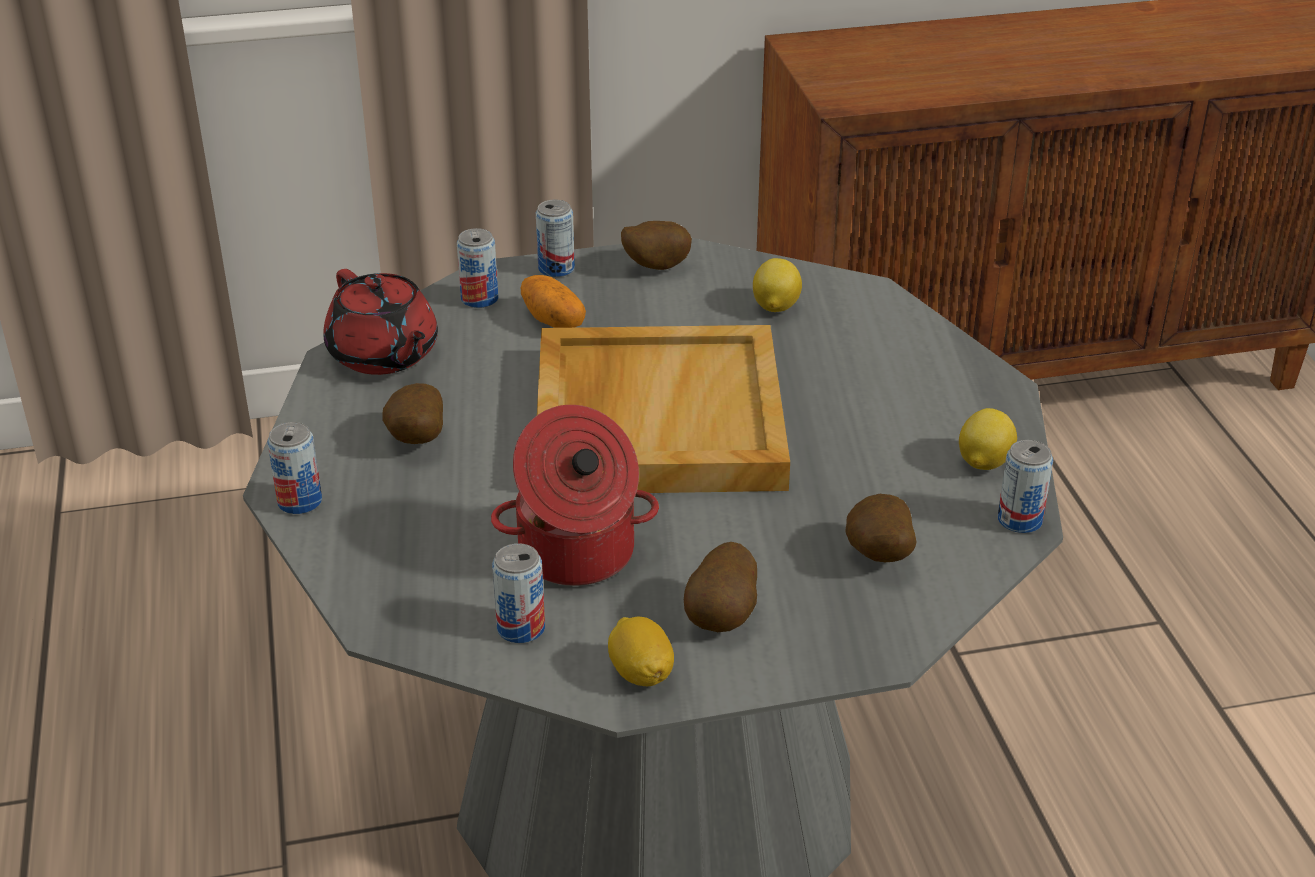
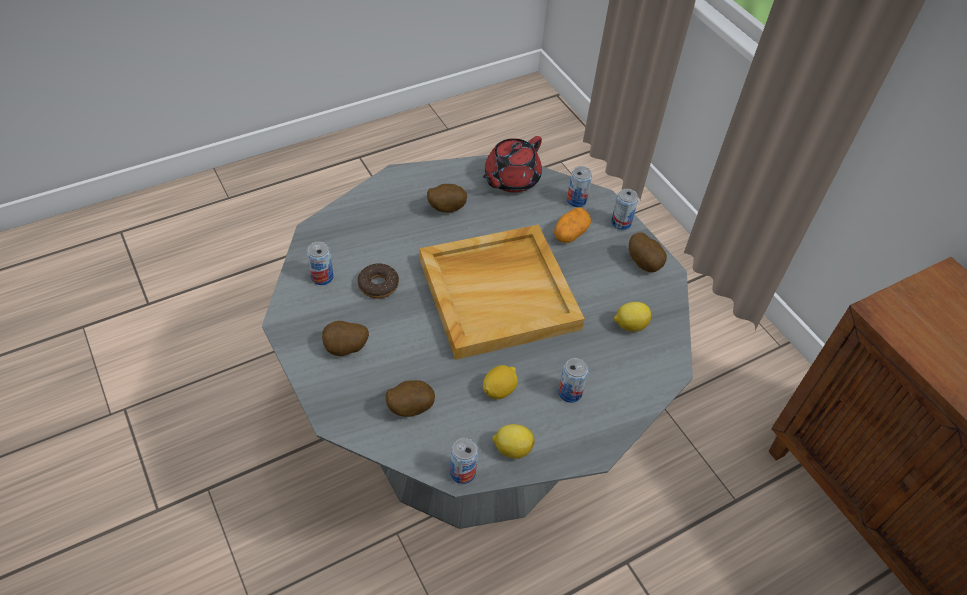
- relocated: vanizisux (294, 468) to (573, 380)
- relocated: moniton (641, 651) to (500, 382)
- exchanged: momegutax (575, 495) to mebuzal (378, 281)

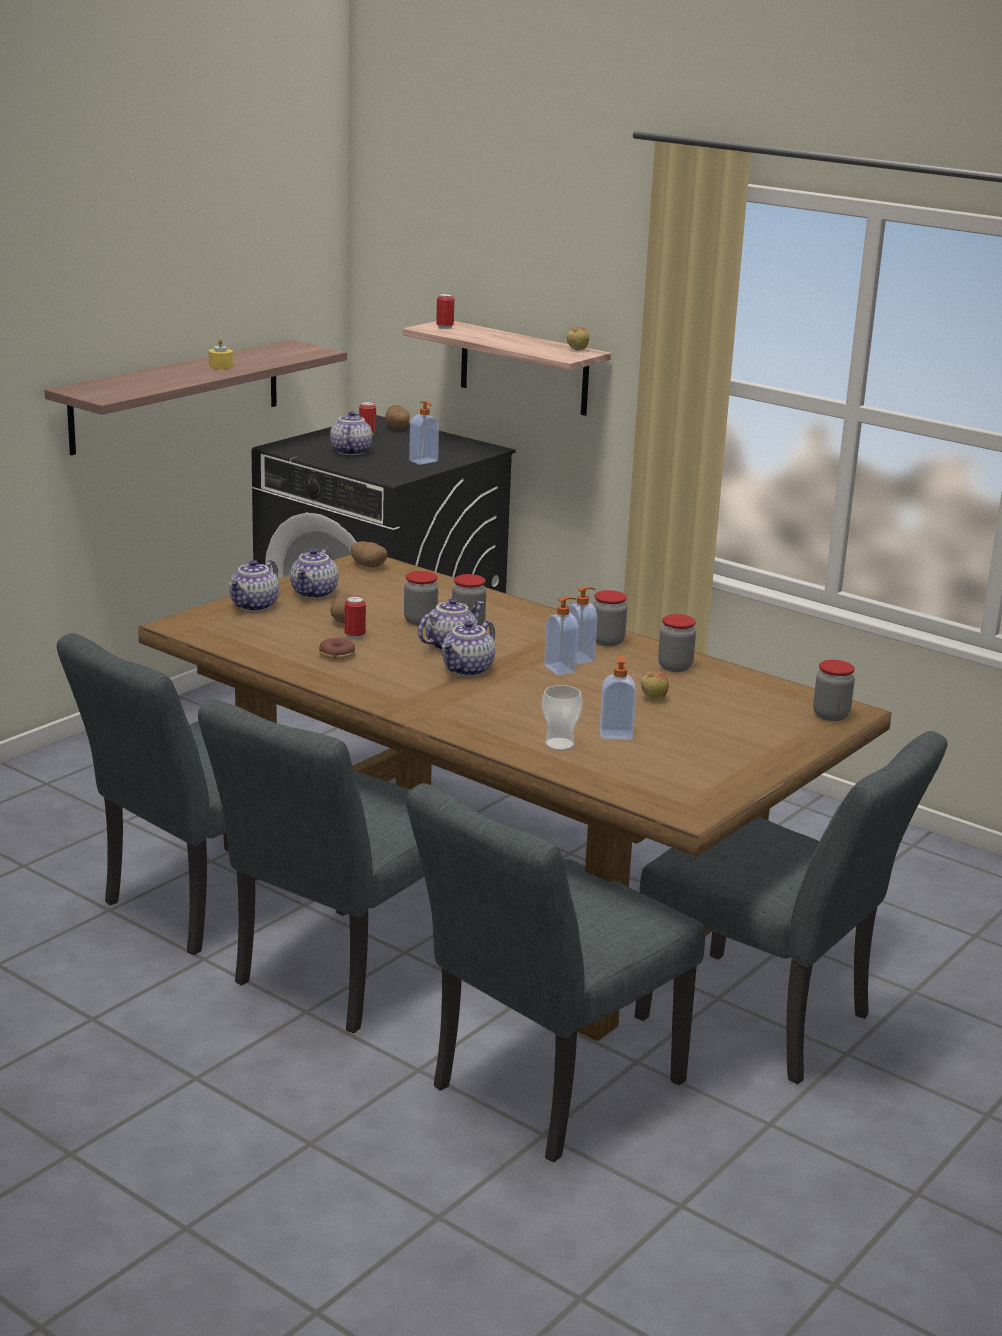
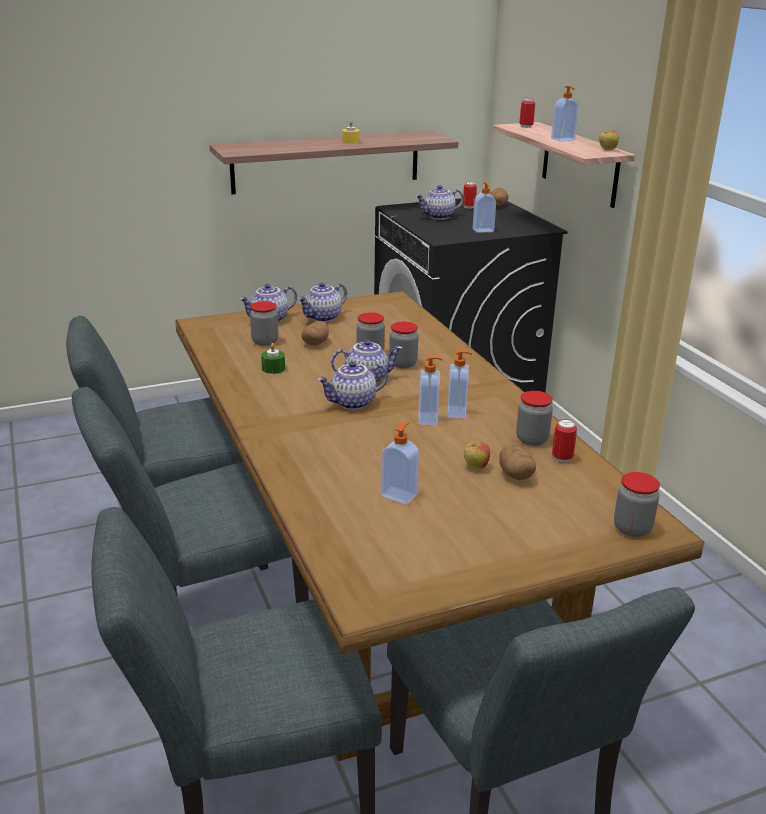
- missing: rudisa (562, 718)
- appeared: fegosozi (565, 114)
- relocated: vanizisux (355, 618) to (564, 441)
- relocated: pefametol (369, 554) to (517, 462)
- relocated: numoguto (610, 618) to (264, 323)
- exchanged: mebuzal (337, 648) to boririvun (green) (273, 358)
- spun: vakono (351, 433) = (439, 202) 150 degrees counterclockwise

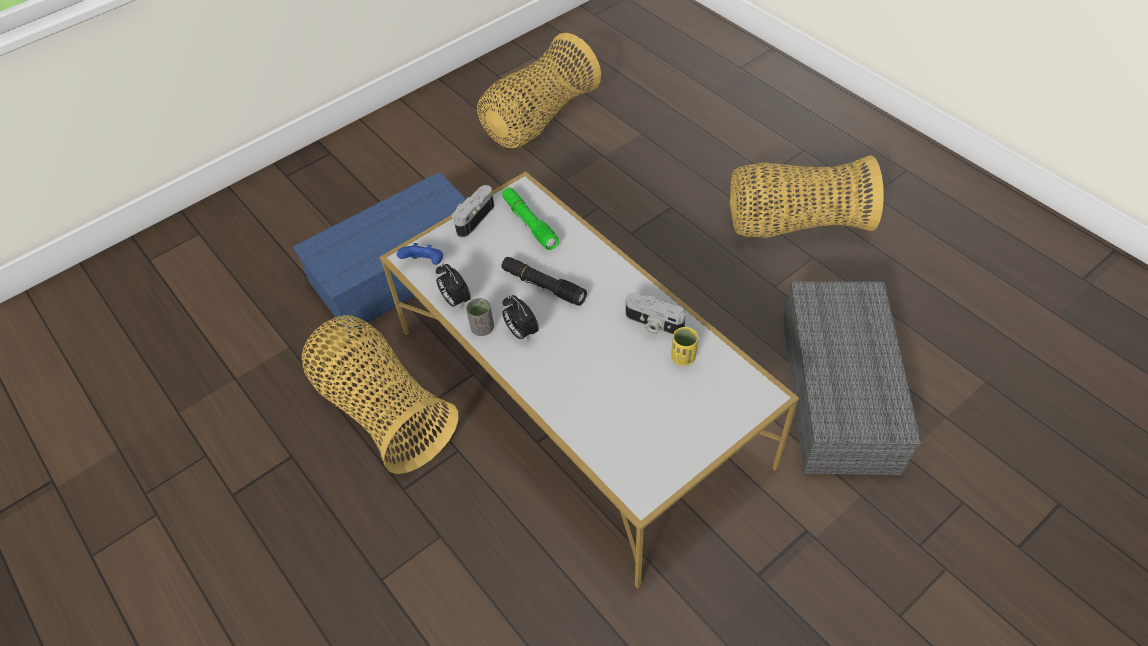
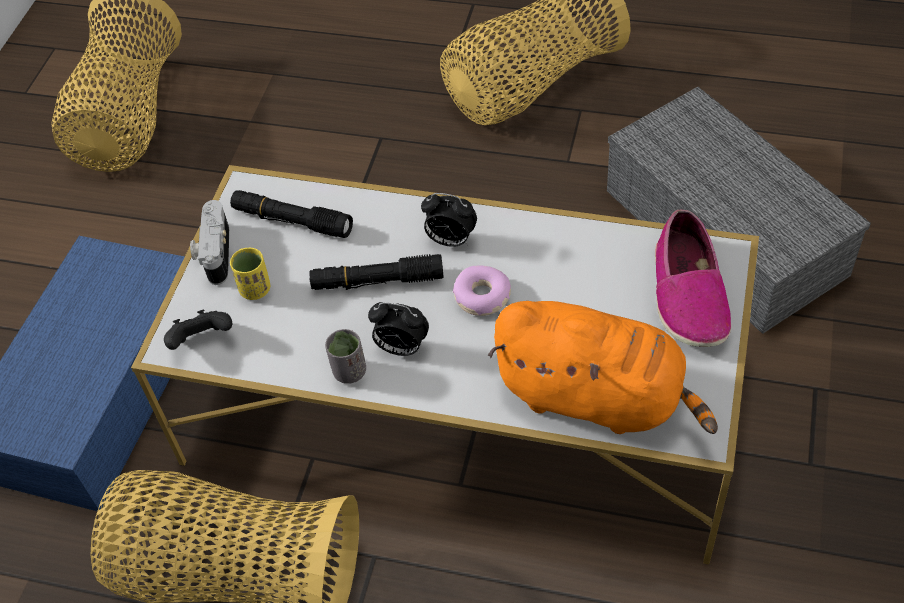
- missing: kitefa (656, 314)
- appeared: mebuzal (482, 291)
- appeared: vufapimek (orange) (603, 367)
- appeared: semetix (693, 278)
- relocated: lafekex (453, 287) to (449, 220)
- relocated: rudisa (yellow) (684, 346) to (250, 274)
- colour: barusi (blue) (420, 254) to barusi (black) (198, 329)
- colour: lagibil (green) (530, 218) to lagibil (black) (291, 214)

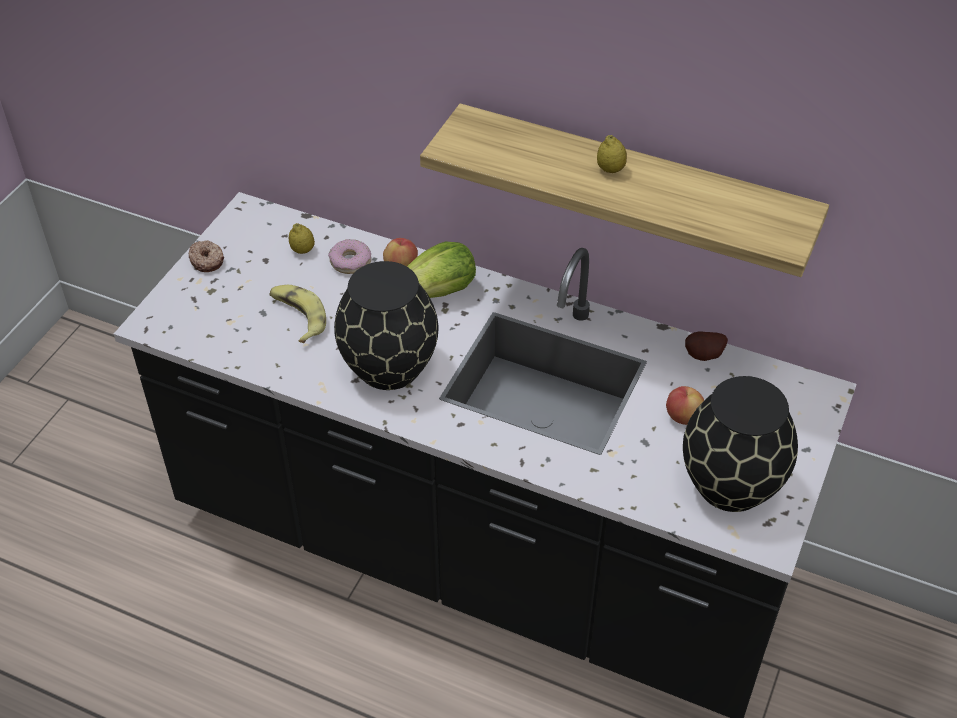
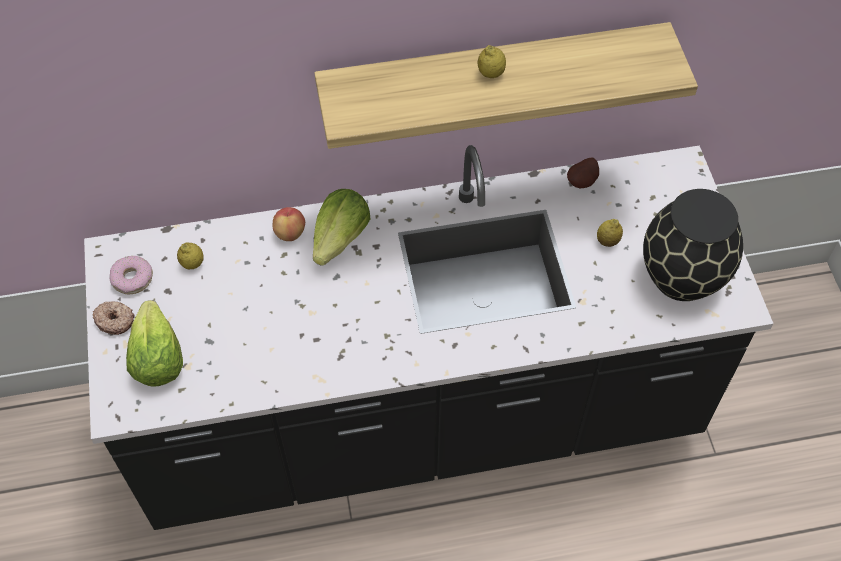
- missing: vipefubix (297, 314)
- missing: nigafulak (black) (386, 325)
- appeared: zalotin (154, 343)
- relocated: mebuzal (349, 256) to (131, 275)
- exchanged: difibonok (685, 405) to moniton (610, 233)

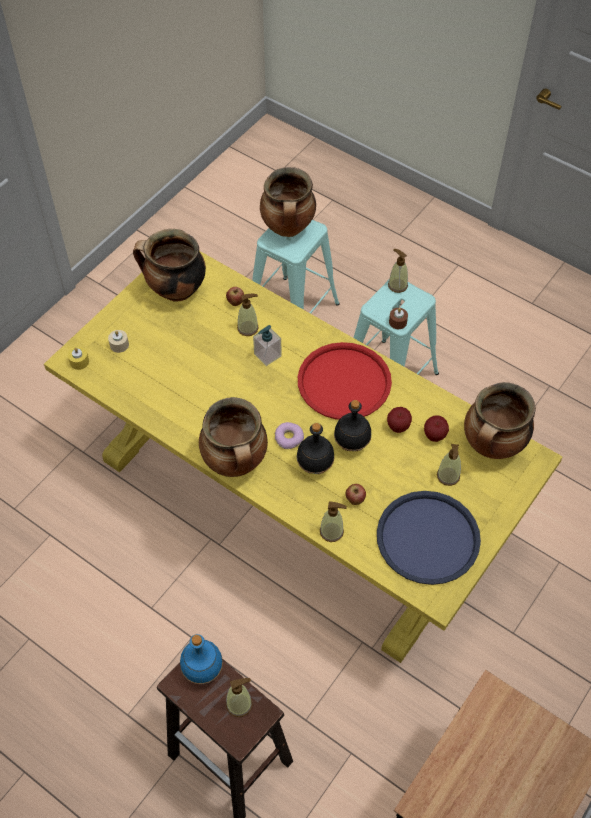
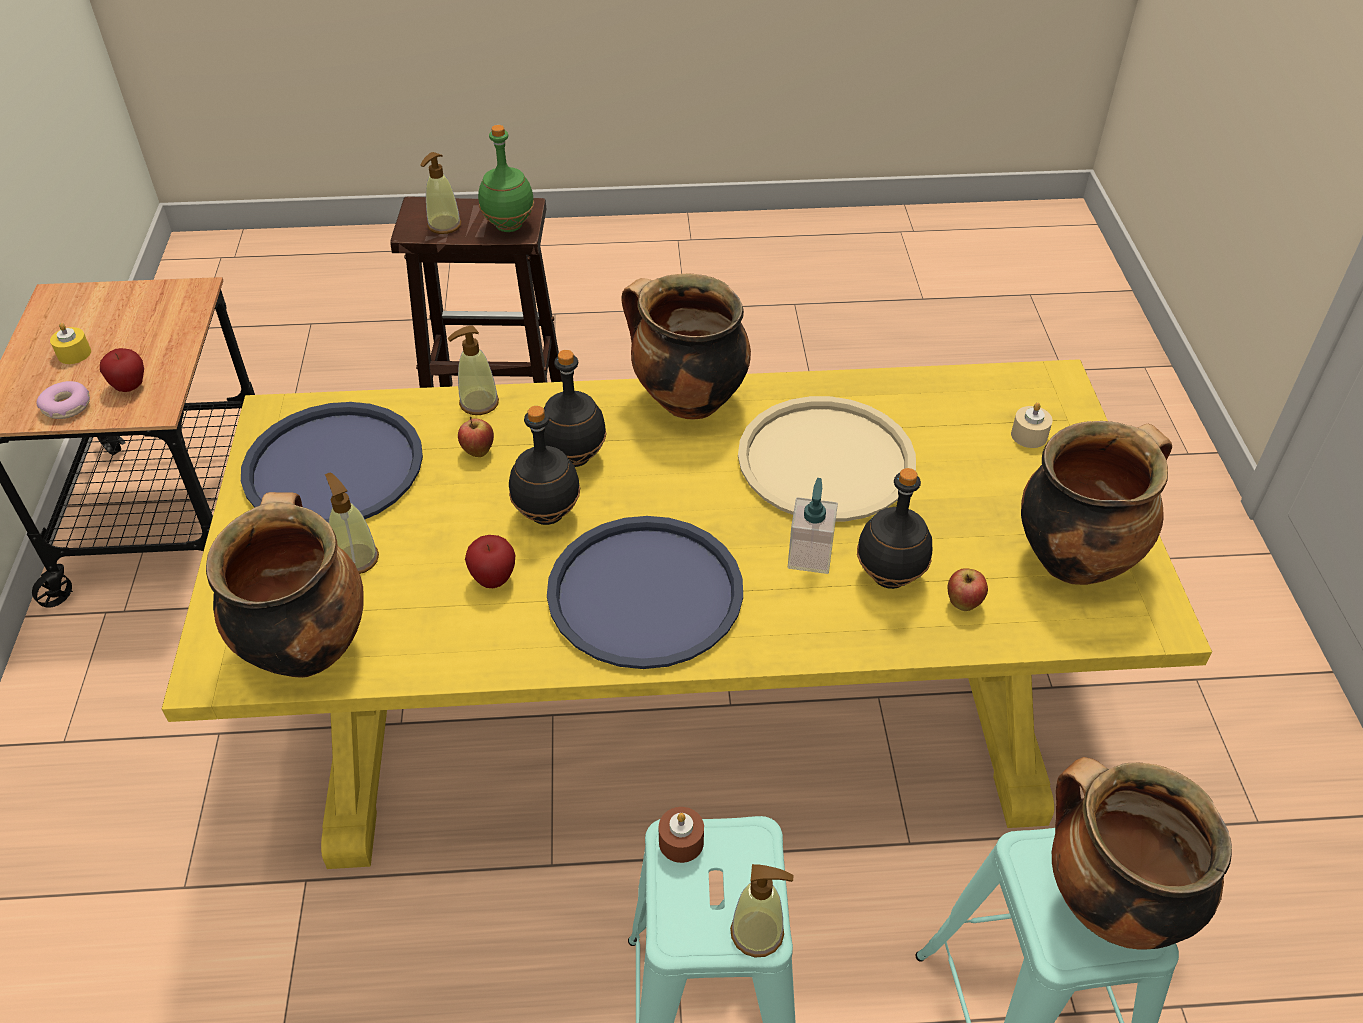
- appeared: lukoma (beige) (827, 459)
- relocated: boririvun (yellow) (78, 358) to (70, 343)
- relocated: mebuzal (289, 435) to (63, 400)
- relocated: difibonok (436, 429) to (122, 370)
- exchanged: fegosozi (248, 315) to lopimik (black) (894, 528)
- colour: lopimik (blue) (201, 659) to lopimik (green) (506, 178)
- colour: lukoma (red) (345, 381) to lukoma (blue) (645, 592)

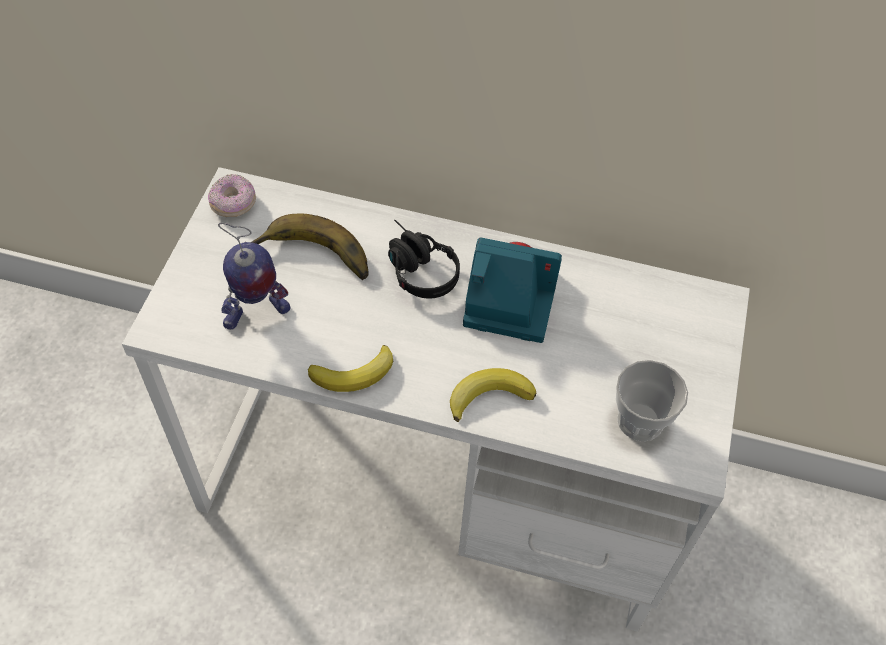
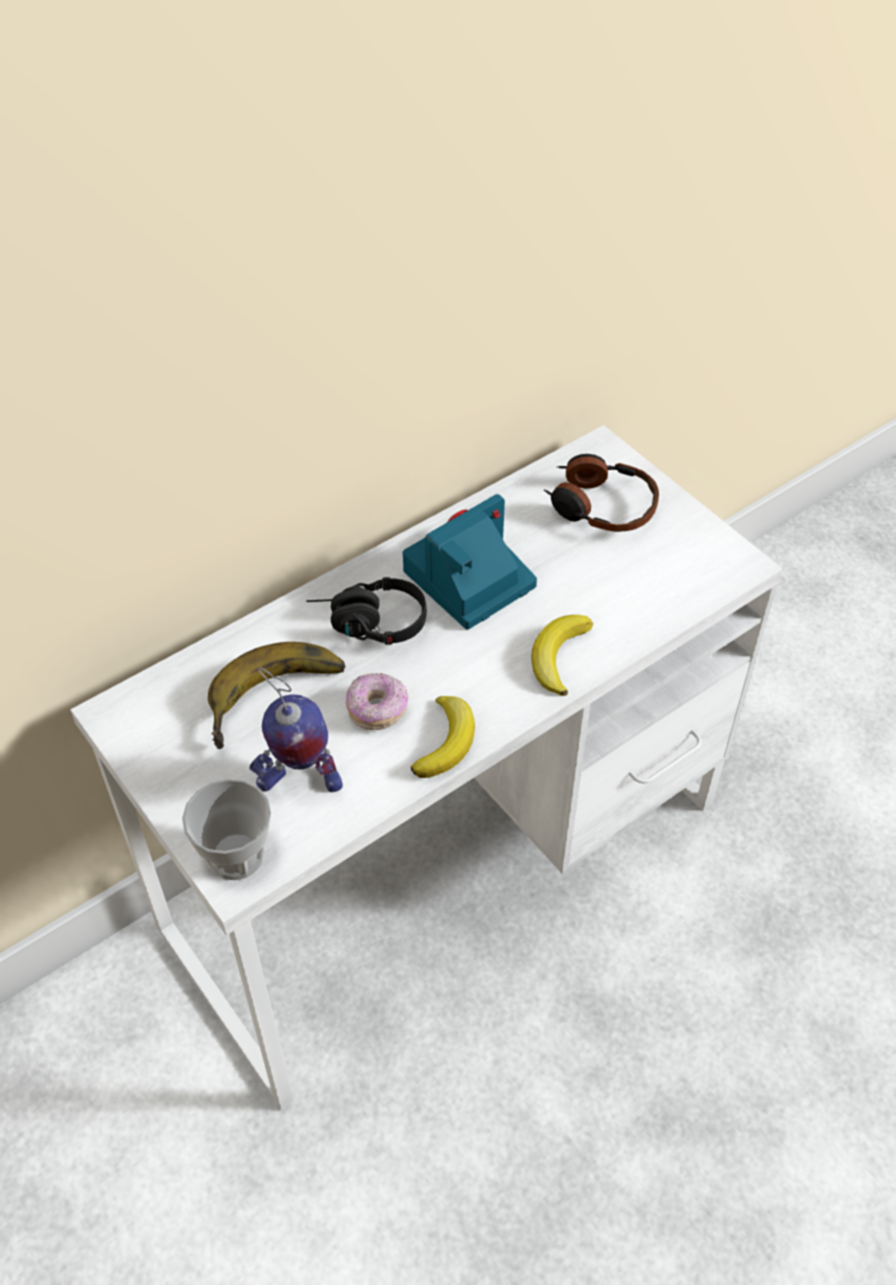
- appeared: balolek (601, 493)
- relocated: mebuzal (232, 195) to (377, 701)
- relocated: rudisa (652, 400) to (226, 829)
- spun: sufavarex (254, 276) = (296, 729) 75 degrees clockwise

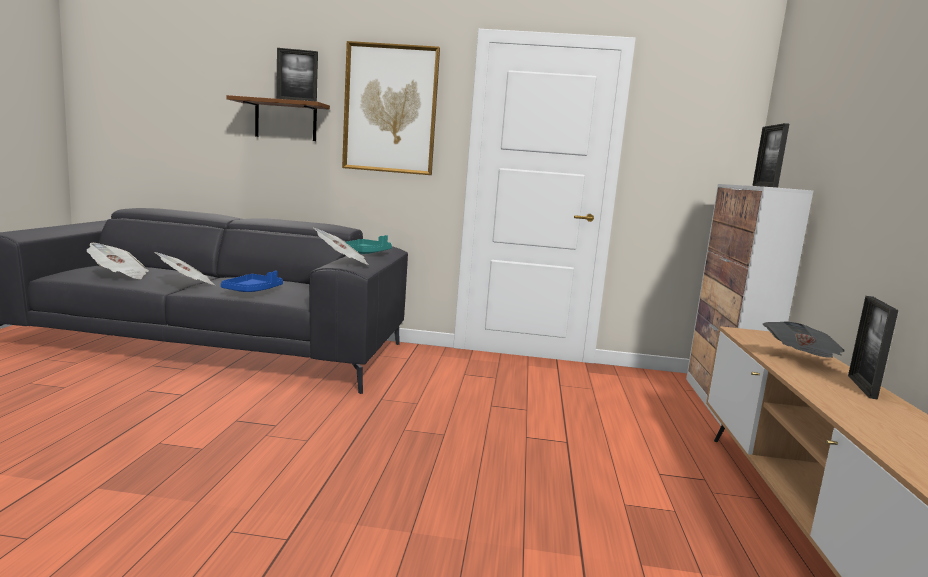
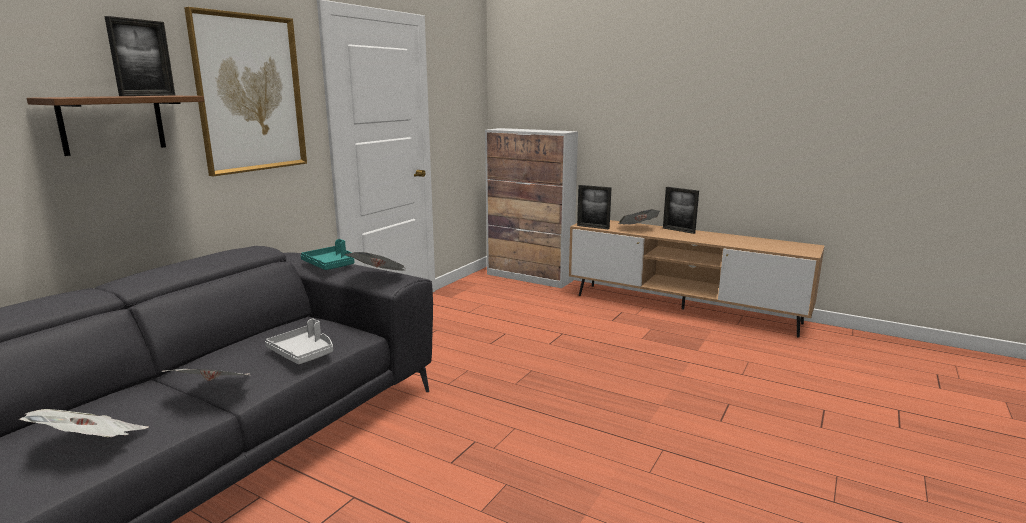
- relocated: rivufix (770, 155) to (594, 207)
- colour: lukoma (blue) (252, 281) to lukoma (grey) (299, 342)

